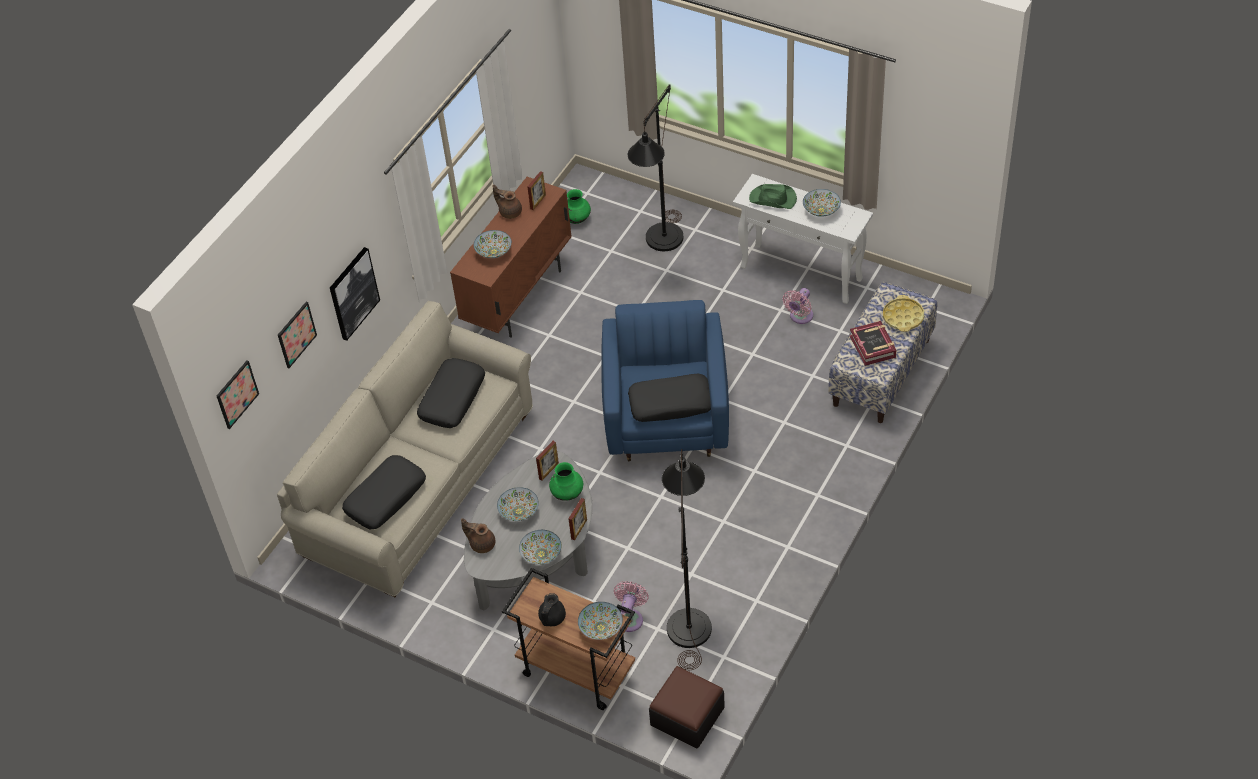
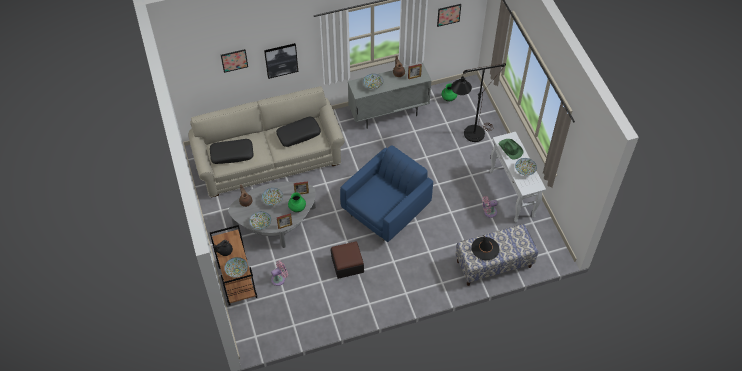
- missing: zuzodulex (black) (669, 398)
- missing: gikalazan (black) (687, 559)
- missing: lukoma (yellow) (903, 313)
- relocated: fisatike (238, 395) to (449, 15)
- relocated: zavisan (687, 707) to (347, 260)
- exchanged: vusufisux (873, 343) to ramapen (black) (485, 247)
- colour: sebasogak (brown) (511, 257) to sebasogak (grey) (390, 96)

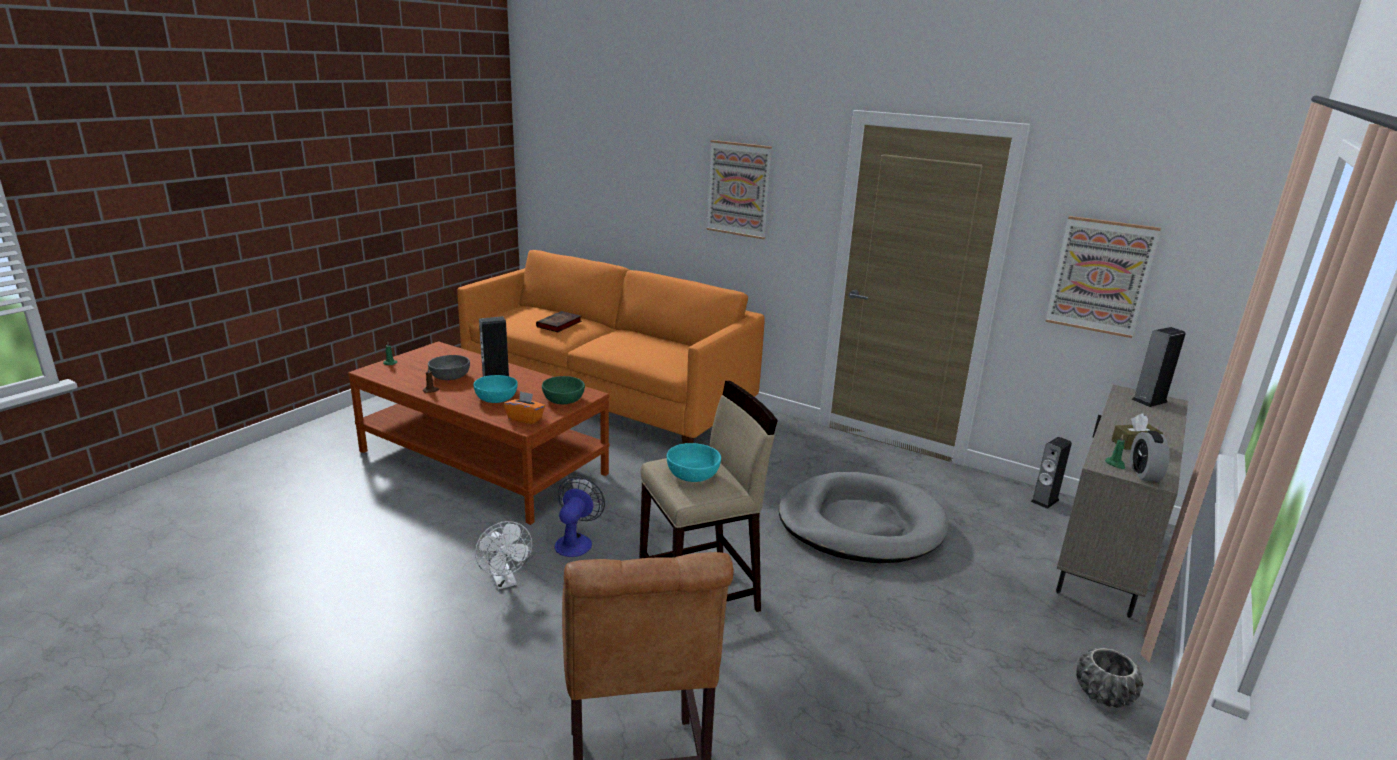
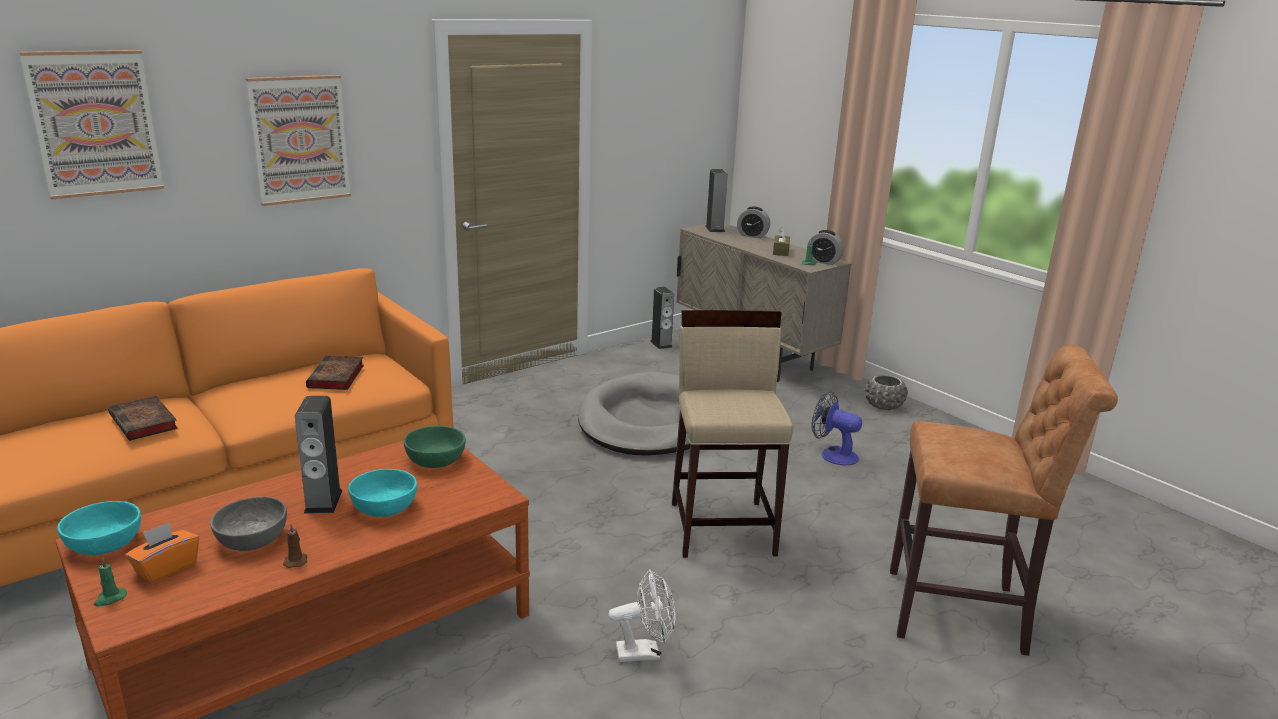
- appeared: vusufisux (335, 373)
- appeared: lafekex (753, 222)
- relocated: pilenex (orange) (524, 407) to (162, 552)
- relocated: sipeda (580, 517) to (837, 428)
- relocated: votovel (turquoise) (694, 462) to (99, 528)
- relocated: fisatike (1103, 277) to (91, 125)

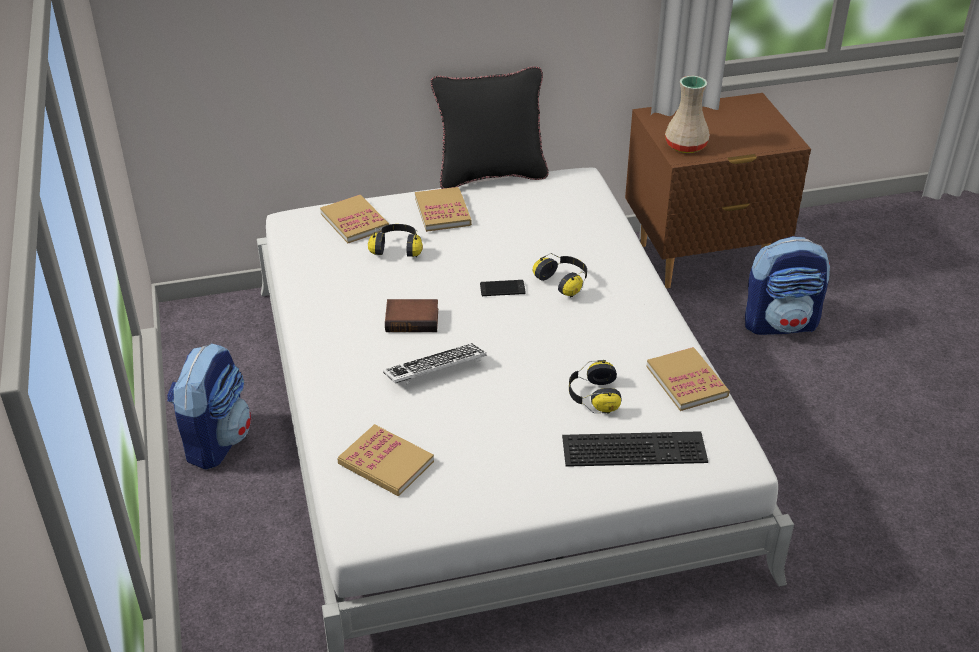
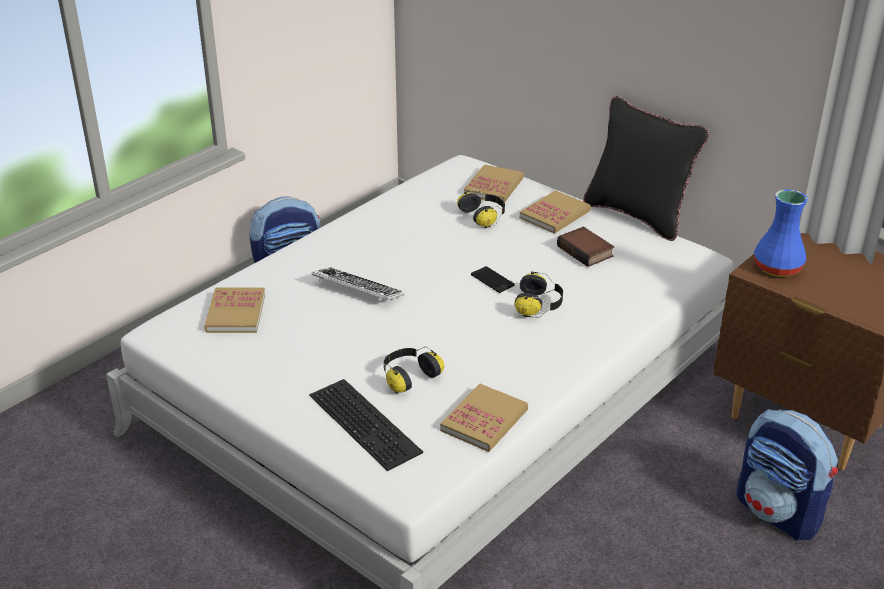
- relocated: vusufisux (411, 315) to (585, 247)
- colour: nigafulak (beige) (687, 114) to nigafulak (blue) (781, 233)

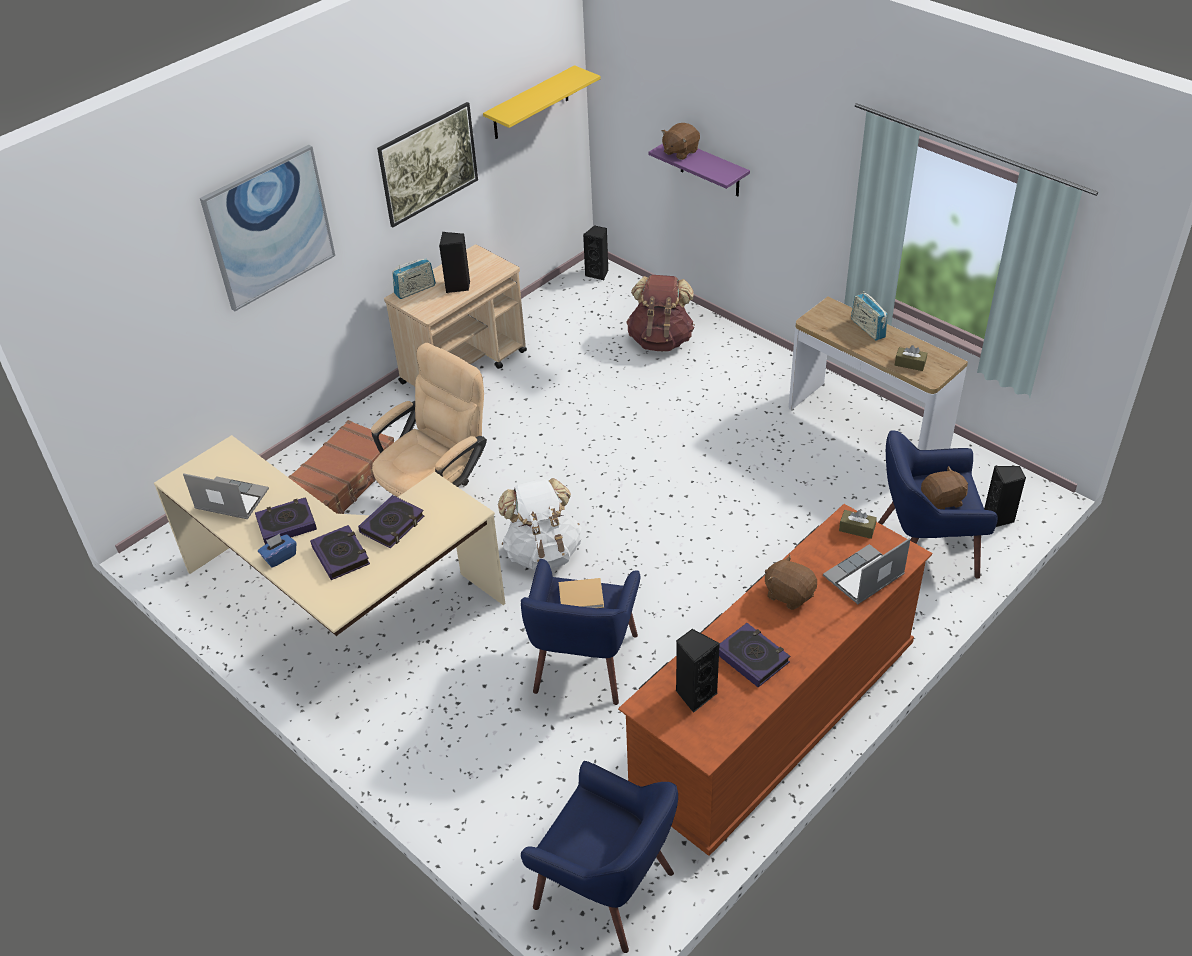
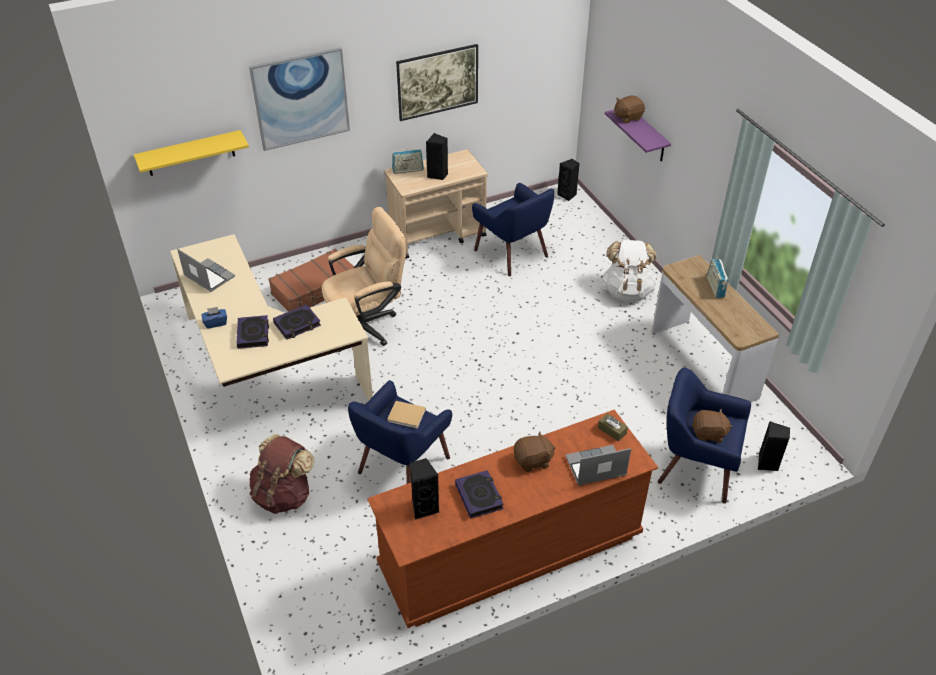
- missing: vusufisux (286, 520)
- missing: pilenex (brown) (911, 358)
- relocated: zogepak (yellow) (542, 102) to (191, 153)
- relocated: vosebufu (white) (539, 524) to (629, 270)
- relocated: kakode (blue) (599, 857) to (513, 229)
- relocated: vosebufu (brown) (661, 313) to (282, 474)
- spun: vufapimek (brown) (791, 582) = (535, 451) 105 degrees clockwise

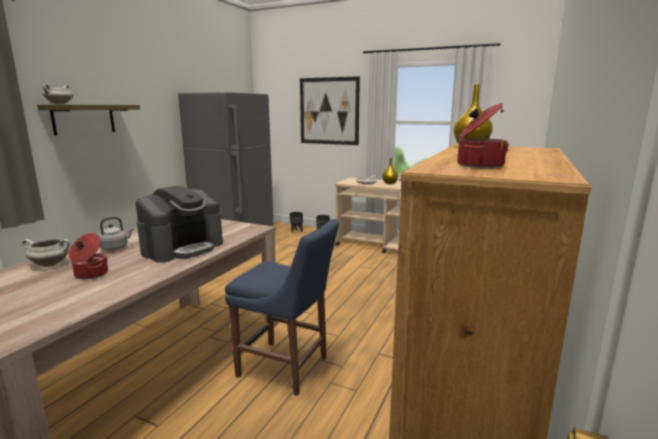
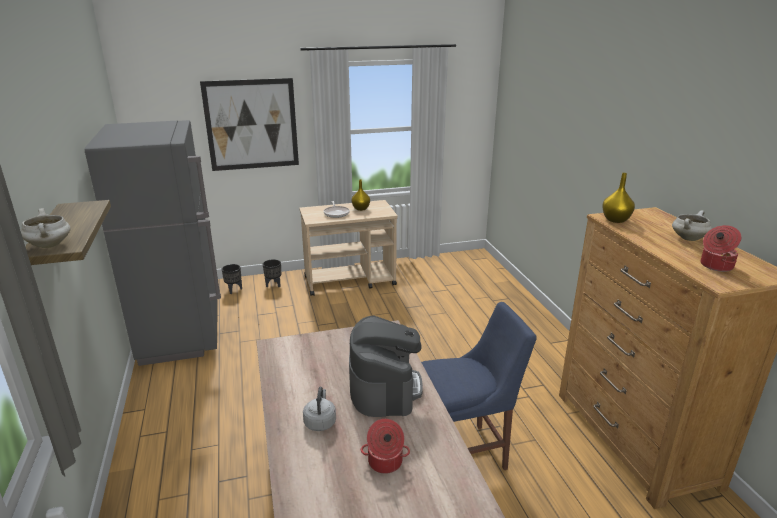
- relocated: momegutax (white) (46, 253) to (692, 225)

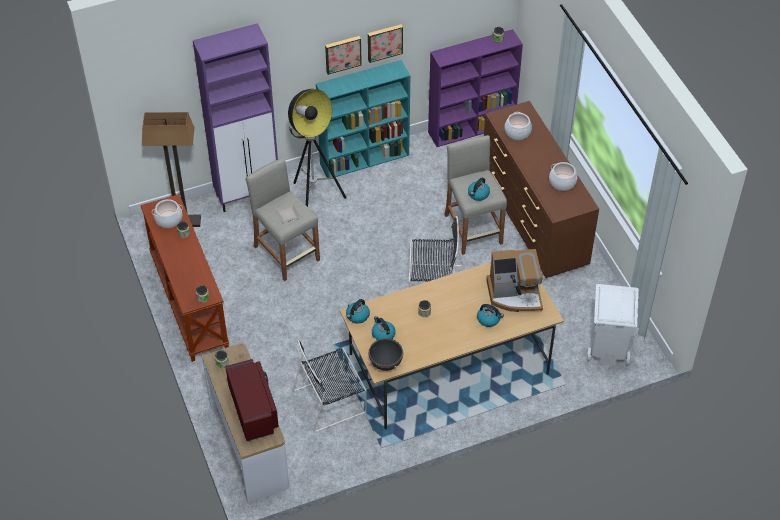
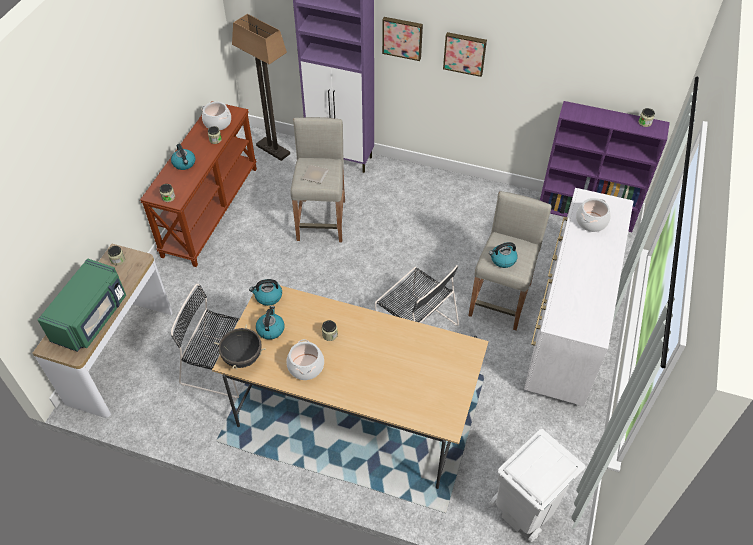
- missing: gikalazan (317, 148)
- missing: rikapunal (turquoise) (363, 119)
- missing: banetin (514, 280)
- relocated: fisatike (385, 43) to (402, 39)
- relocated: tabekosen (490, 315) to (183, 157)
- relocated: momegutax (563, 176) to (305, 359)
- colour: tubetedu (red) (252, 400) to tubetedu (green) (82, 305)
- colour: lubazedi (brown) (541, 189) to lubazedi (white) (579, 297)

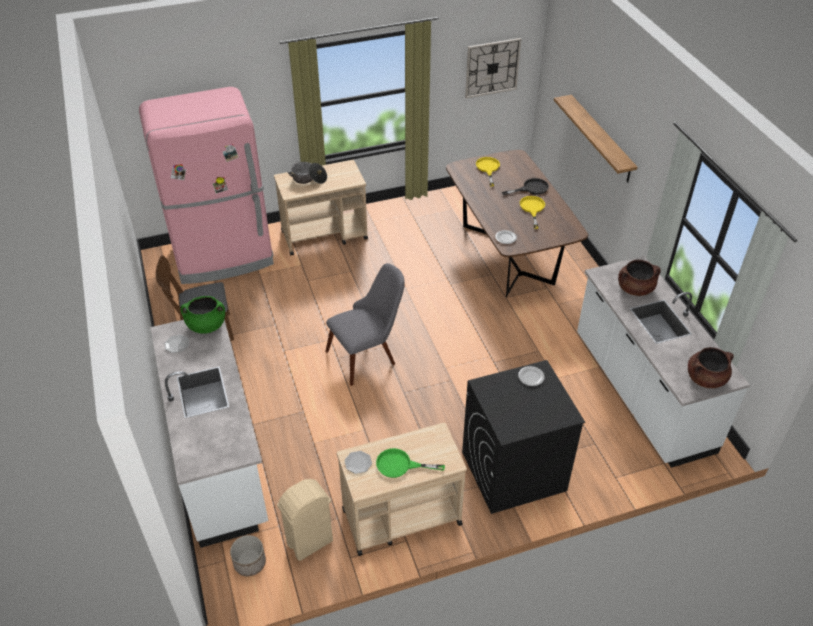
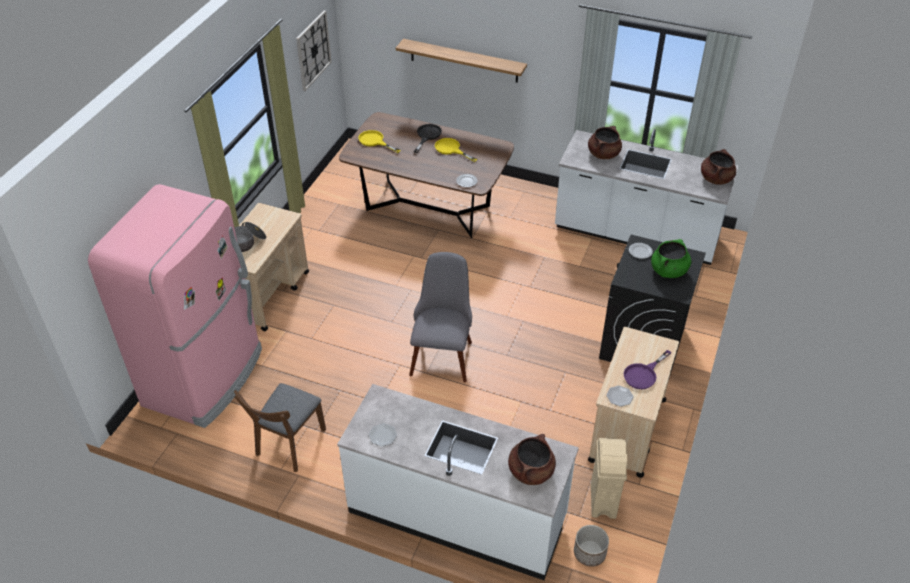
- appeared: momegutax (brown) (532, 459)
- relocated: momegutax (green) (202, 315) to (671, 258)
- colour: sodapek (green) (410, 463) to sodapek (purple) (647, 369)

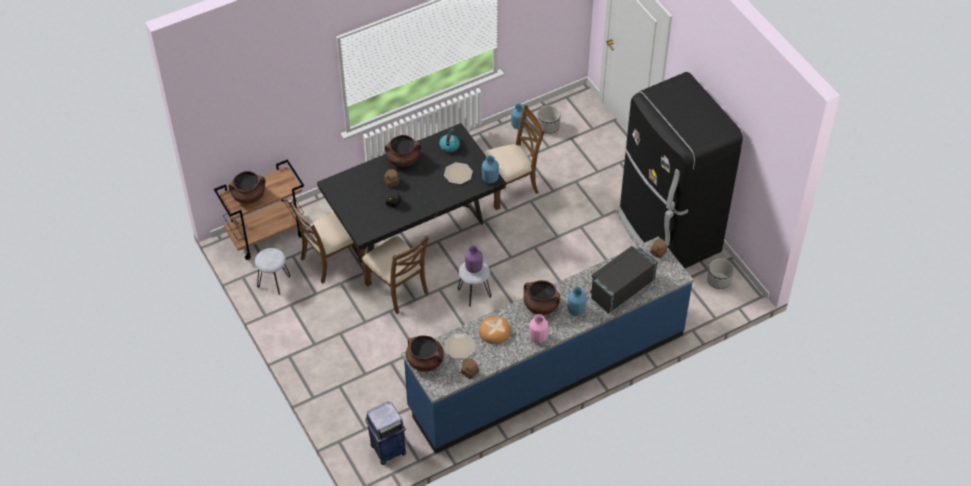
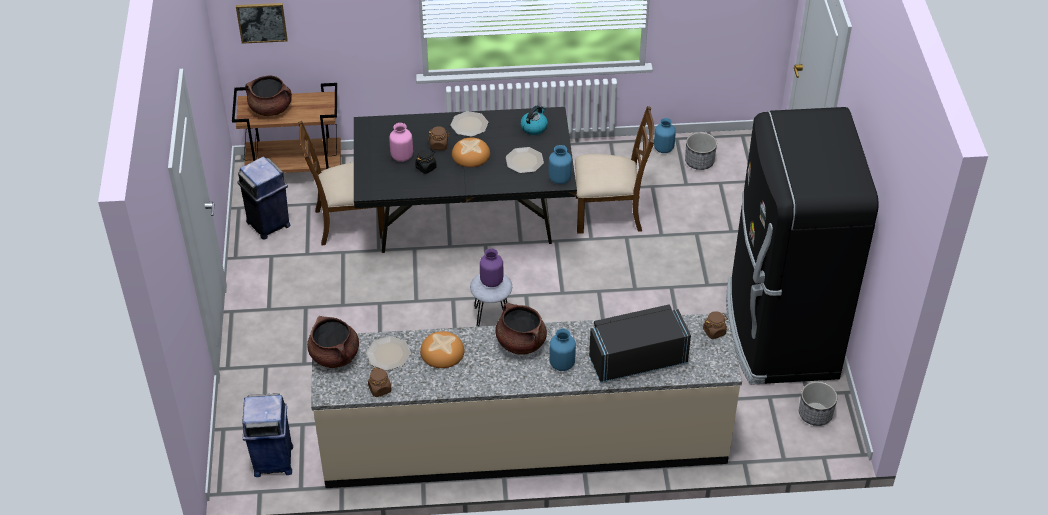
- missing: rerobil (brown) (395, 274)
- appeared: fisatike (262, 23)
- appeared: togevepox (471, 152)
- relocated: nigafulak (pink) (538, 328) to (401, 142)
- exchanged: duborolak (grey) (272, 271) to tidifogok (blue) (264, 198)
- exchanged: momegutax (brown) (403, 151) to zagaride (470, 124)
- colour: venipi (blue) (547, 345) to venipi (beige) (526, 400)

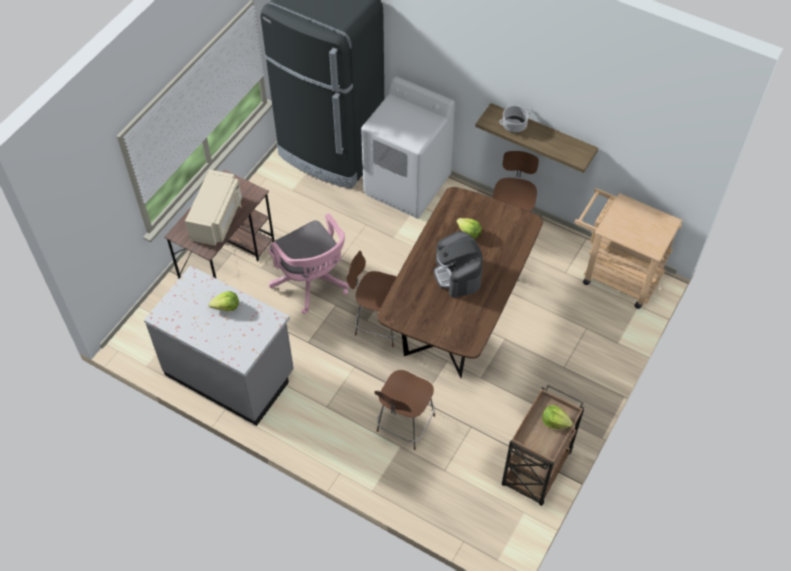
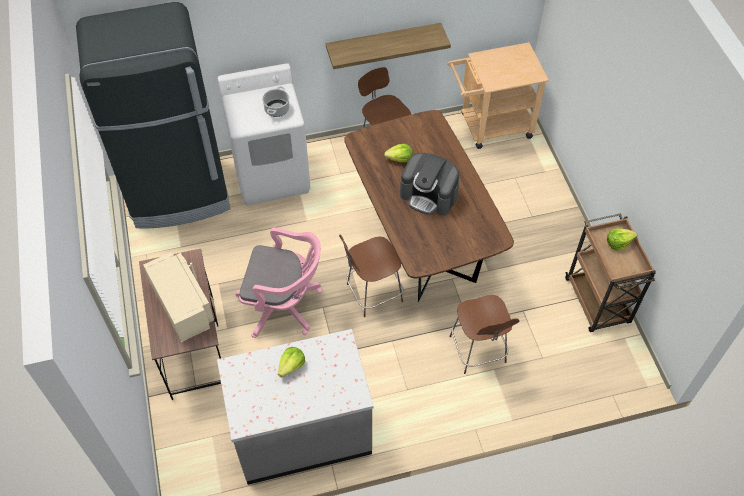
- relocated: momegutax (515, 119) to (276, 101)

